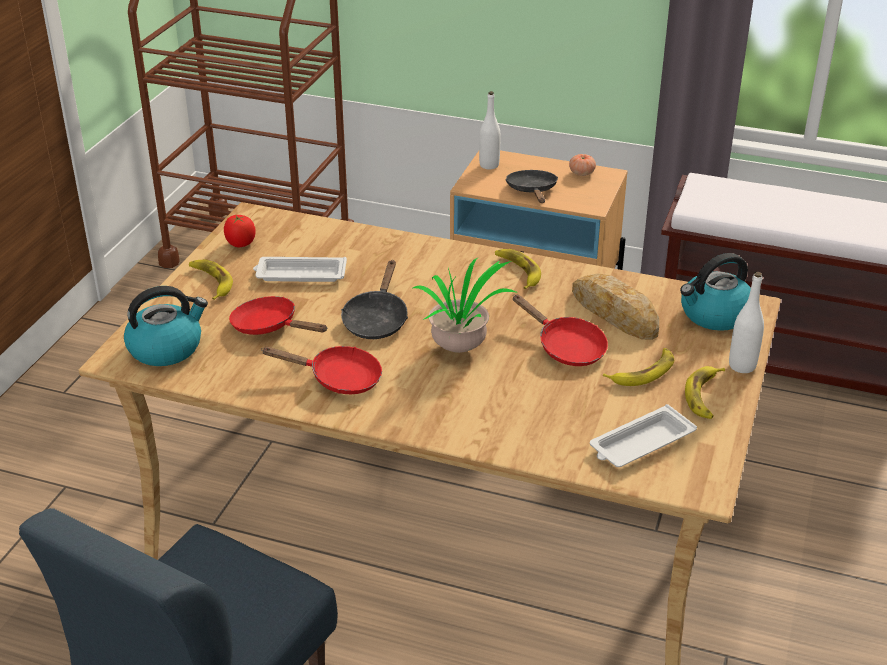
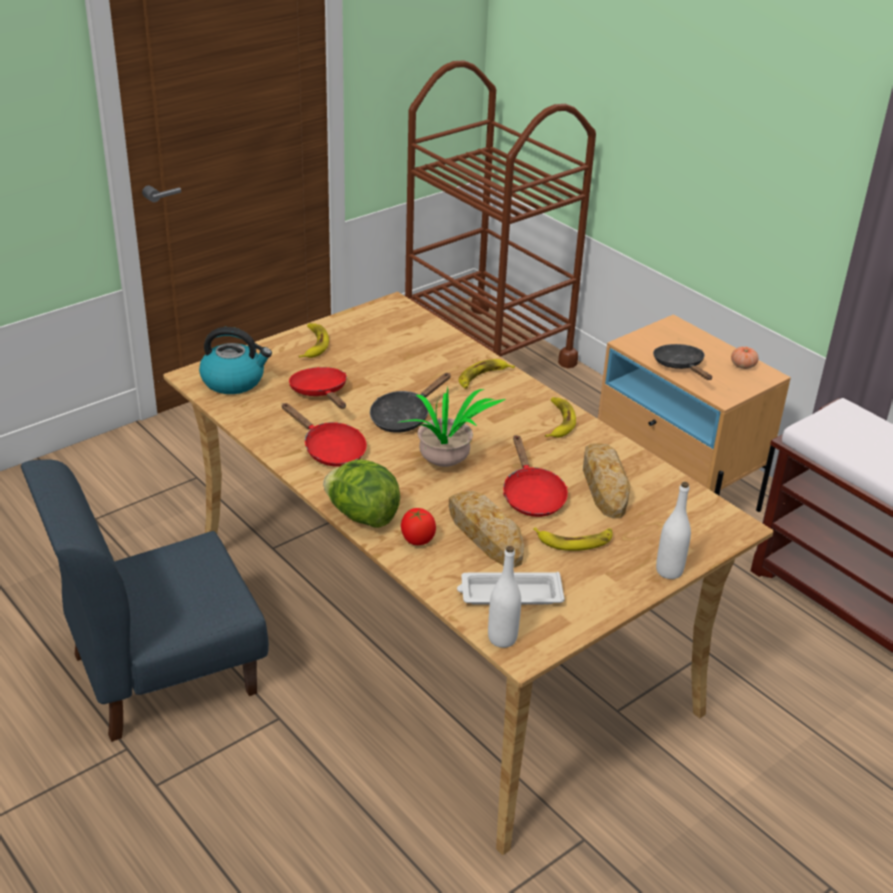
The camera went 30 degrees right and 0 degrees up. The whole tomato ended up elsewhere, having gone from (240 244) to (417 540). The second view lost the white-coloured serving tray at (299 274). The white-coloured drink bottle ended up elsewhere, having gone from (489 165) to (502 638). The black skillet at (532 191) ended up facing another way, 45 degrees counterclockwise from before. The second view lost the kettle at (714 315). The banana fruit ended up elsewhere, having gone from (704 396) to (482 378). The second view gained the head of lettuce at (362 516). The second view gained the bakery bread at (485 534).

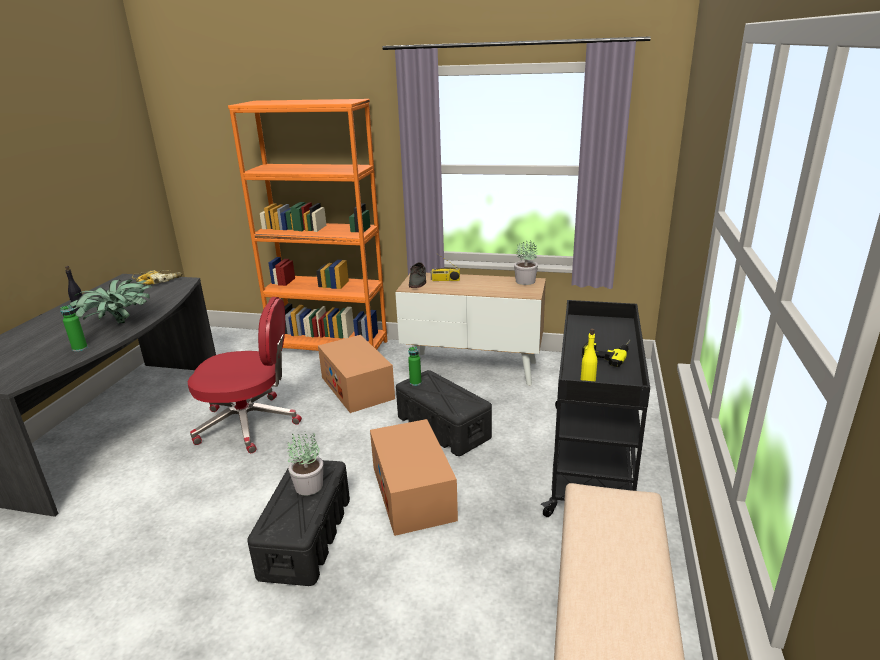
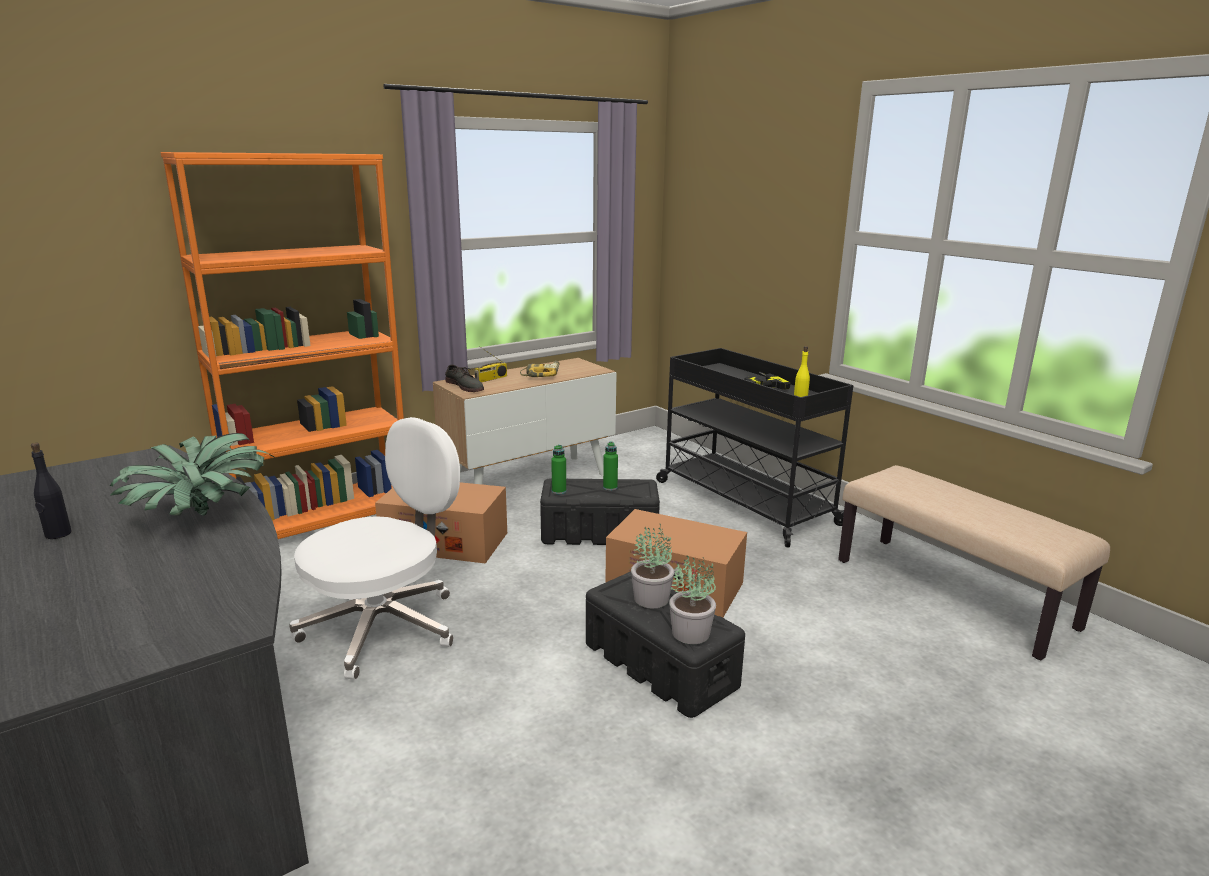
The camera went 50 degrees left and 5 degrees down. The green drink bottle ended up elsewhere, having gone from (80 348) to (610 487). The electric drill ended up elsewhere, having gone from (158 280) to (541 374). What was the red desk chair at (250 424) turned into the white-coloured desk chair at (384 627). The plant in a pot ended up elsewhere, having gone from (526 281) to (691 632).

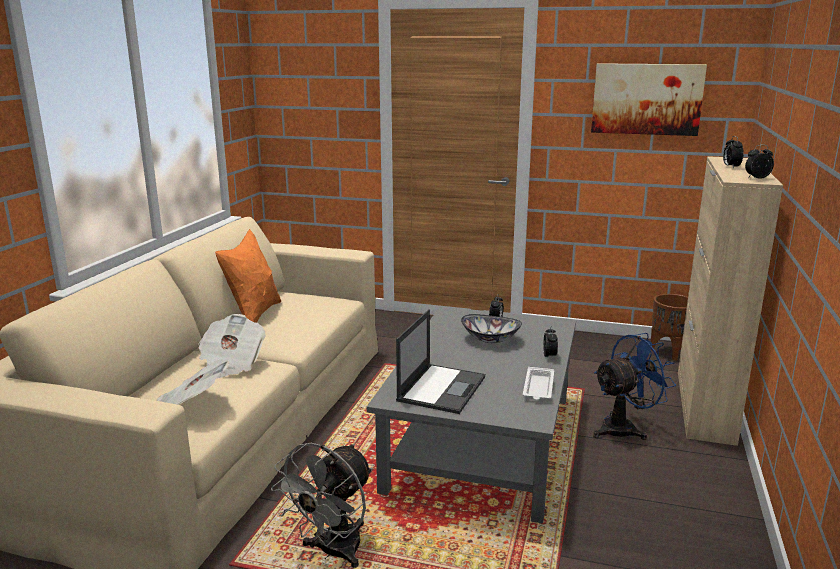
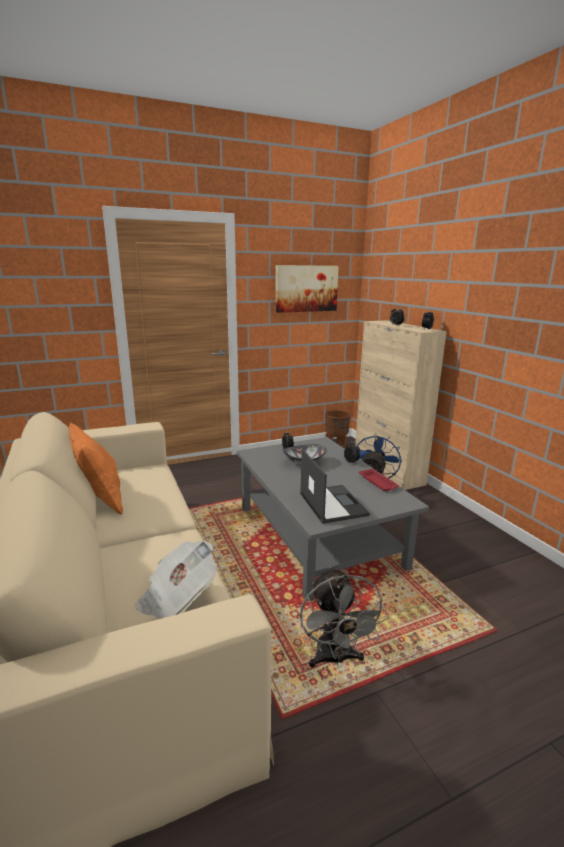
The camera went 40 degrees left and 0 degrees up. The second view lost the newspaper at (231 363). What was the white-coloured serving tray at (538 388) turned into the red serving tray at (378 483).

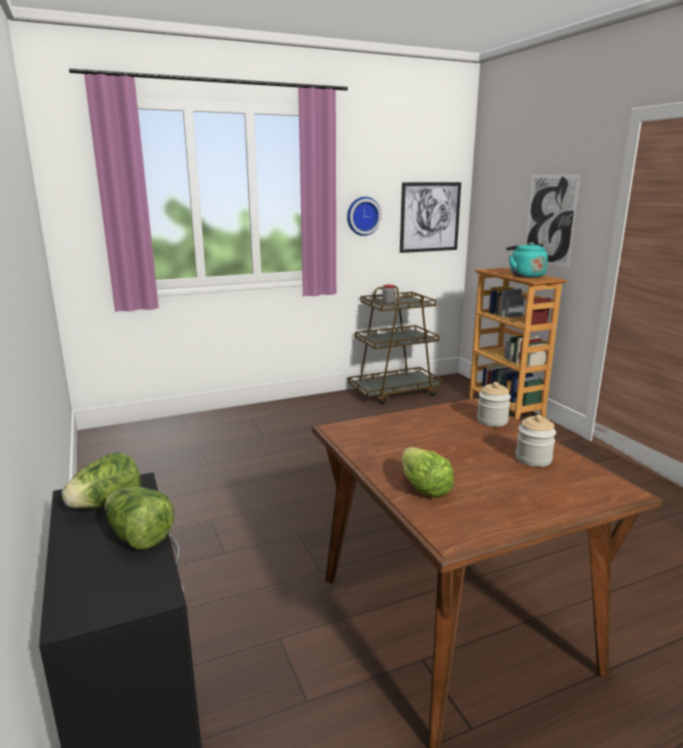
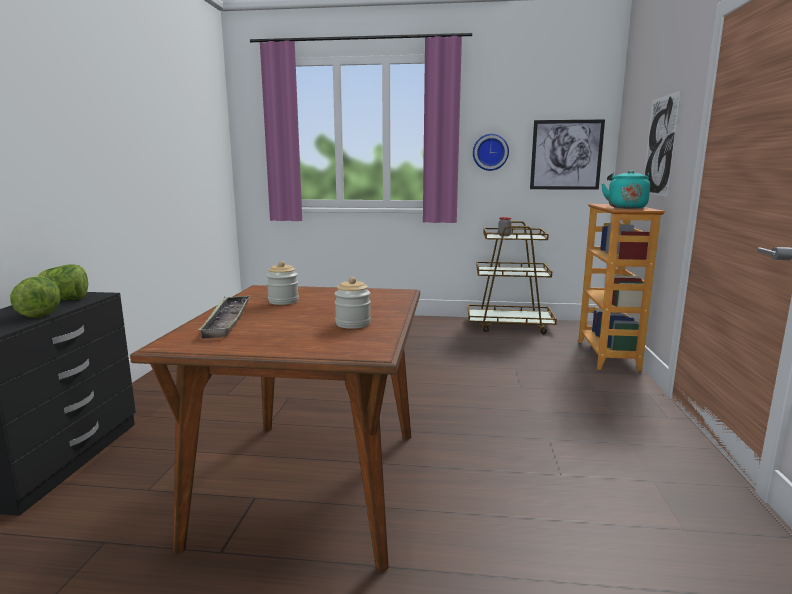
The camera went 30 degrees right and 5 degrees down. Where the head of lettuce stood at (423 487), the serving tray came to stand at (227 320). The jar ended up elsewhere, having gone from (492 421) to (283 301).

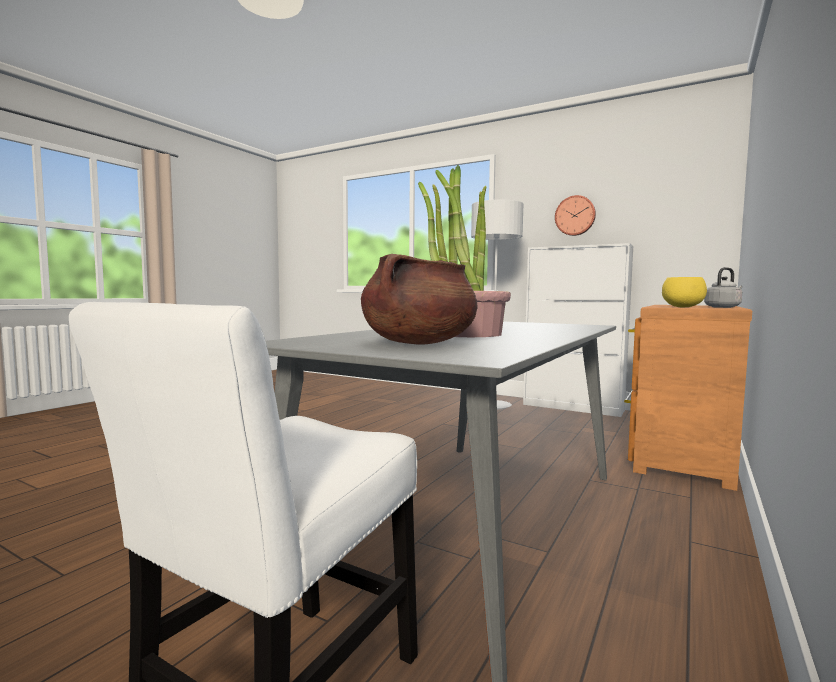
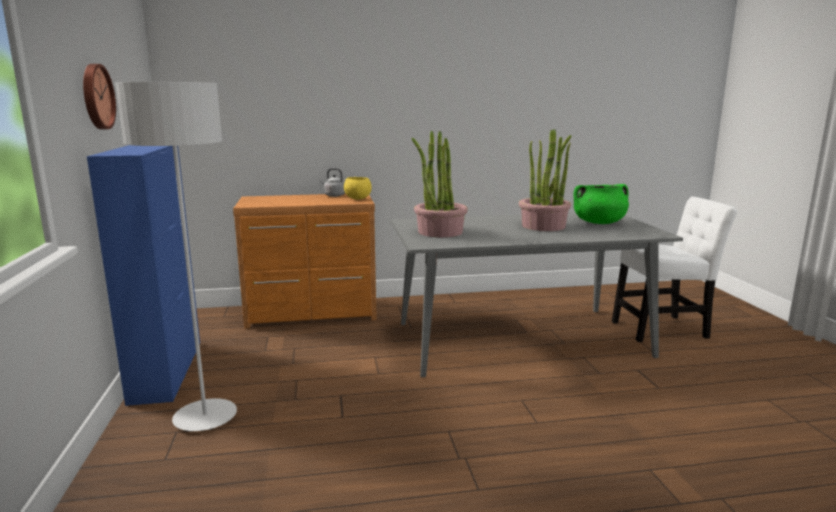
The camera went 130 degrees left and 10 degrees up. What was the brown-coloured saucepot at (419 343) turned into the green saucepot at (599 223). What was the white-coloured cupboard at (573 407) turned into the blue cupboard at (167 370). The second view gained the plant in a pot at (440 232).

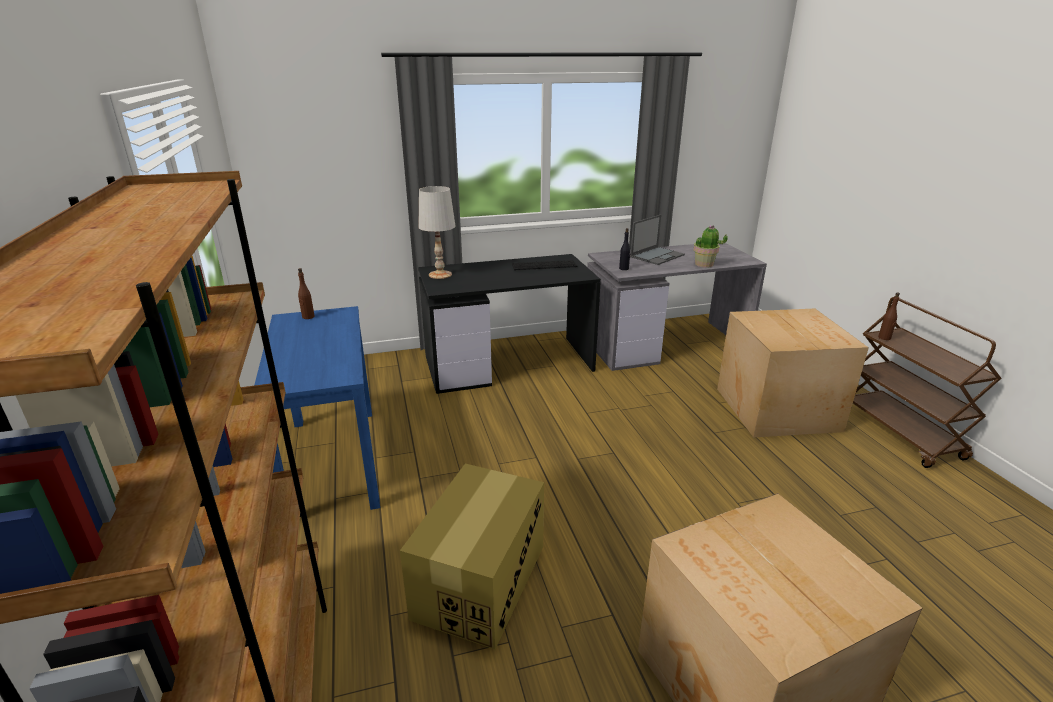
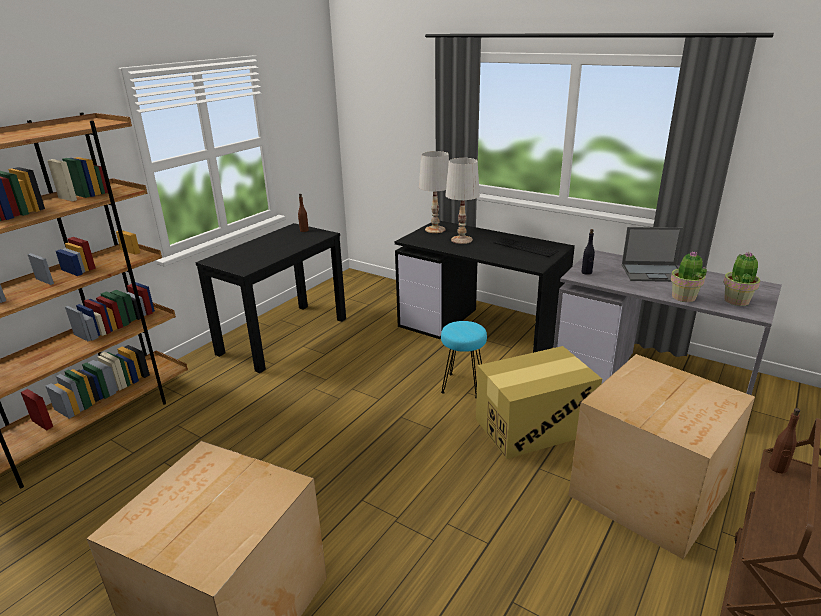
The camera went 50 degrees right and 0 degrees up. What was the blue narrow table at (332 460) turned into the black narrow table at (284 335). The carton ended up elsewhere, having gone from (480 581) to (534 426). The second view gained the turquoise-coloured stool at (462 385). The second view gained the white-coloured table lamp at (461 240). The second view gained the plant in a pot at (736 300).

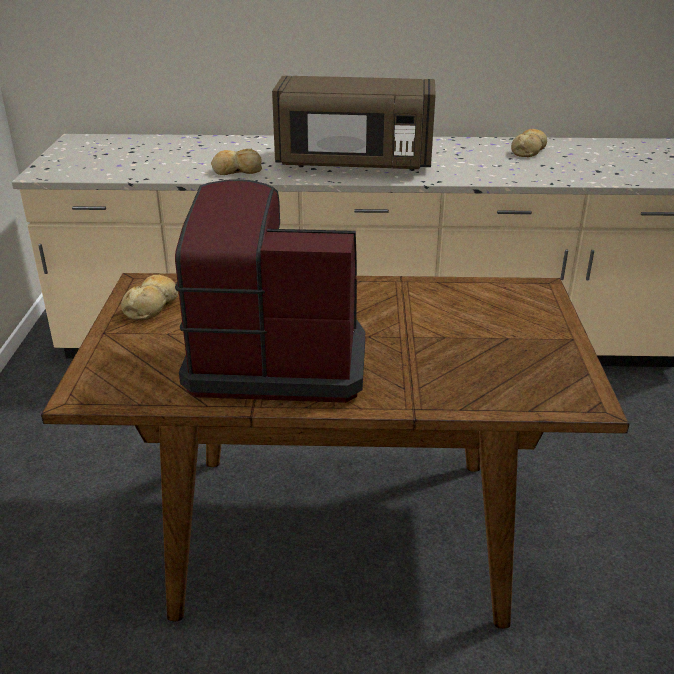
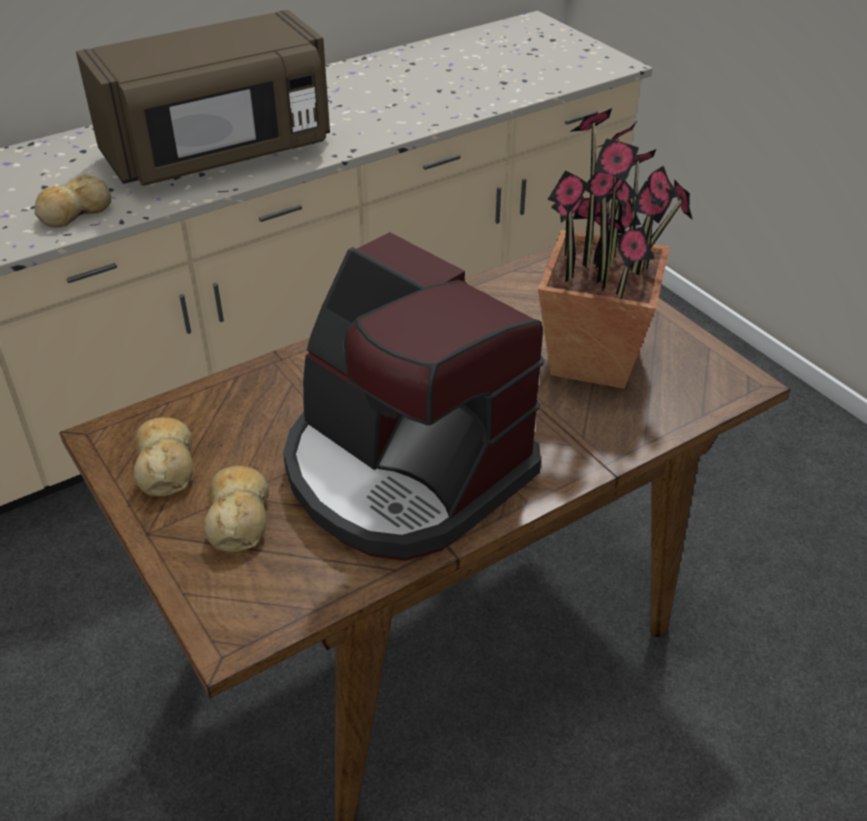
The camera went 35 degrees left and 10 degrees up. The coffee machine at (276 359) ended up facing another way, 105 degrees counterclockwise from before. The bakery bread ended up elsewhere, having gone from (528 150) to (239 517). The second view gained the plant in a pot at (595 359).

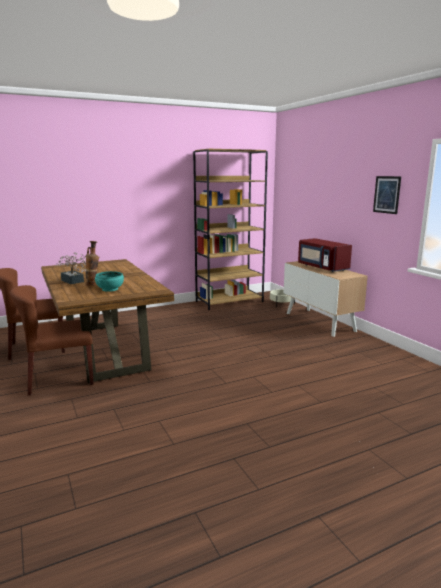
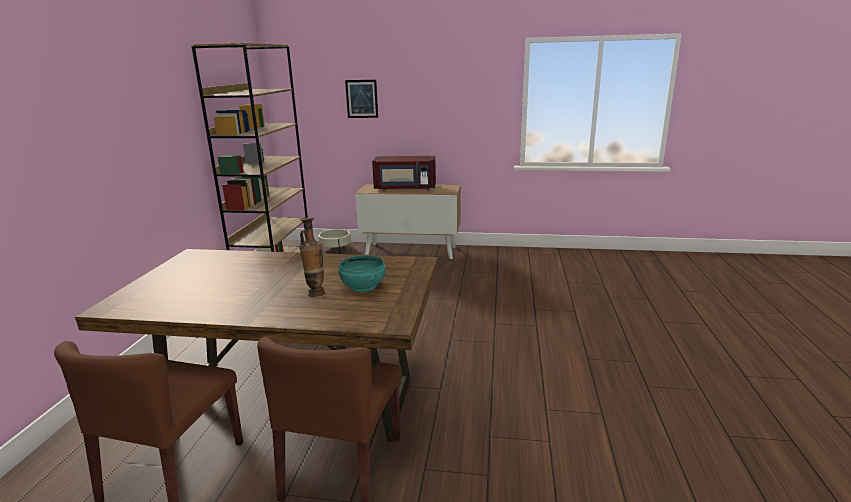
The camera went 55 degrees left and 5 degrees up. The second view lost the plant in a pot at (73 281). The wall picture ended up elsewhere, having gone from (386 194) to (361 99).

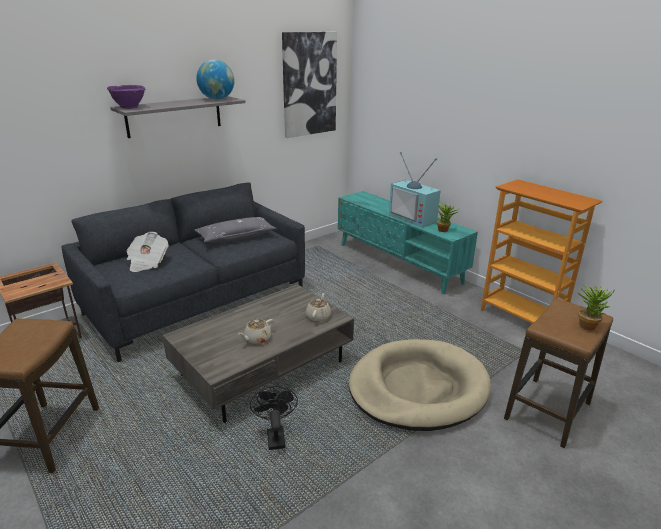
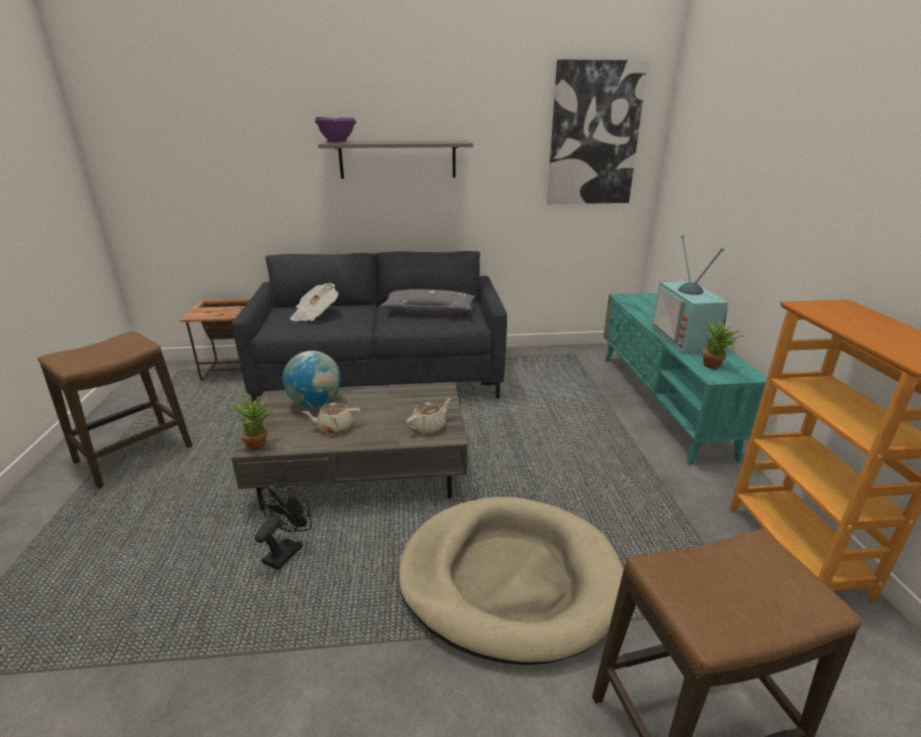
The camera went 35 degrees right and 0 degrees up. The globe ended up elsewhere, having gone from (217 99) to (315 403). The plant in a pot ended up elsewhere, having gone from (588 325) to (260 444).

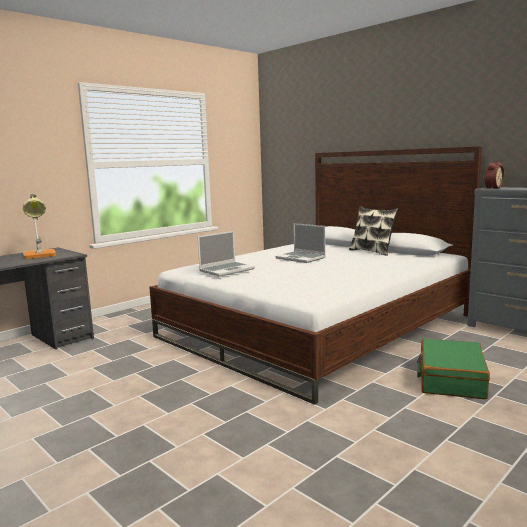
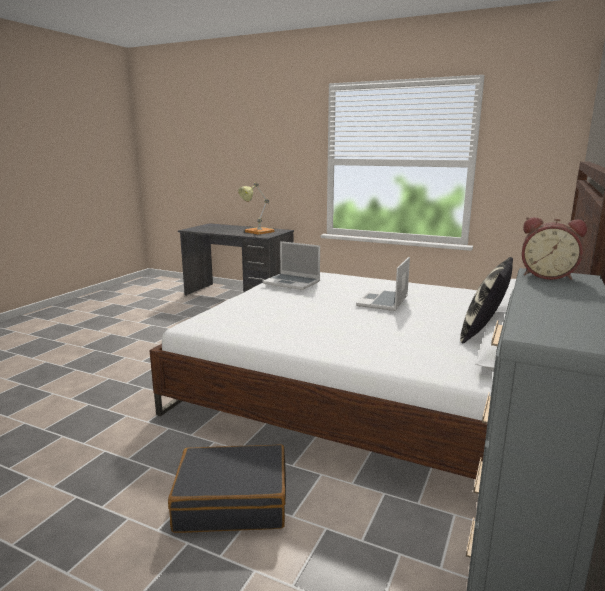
The camera went 70 degrees right and 5 degrees up. What was the green piece of luggage at (450 379) turned into the black piece of luggage at (232 501).

